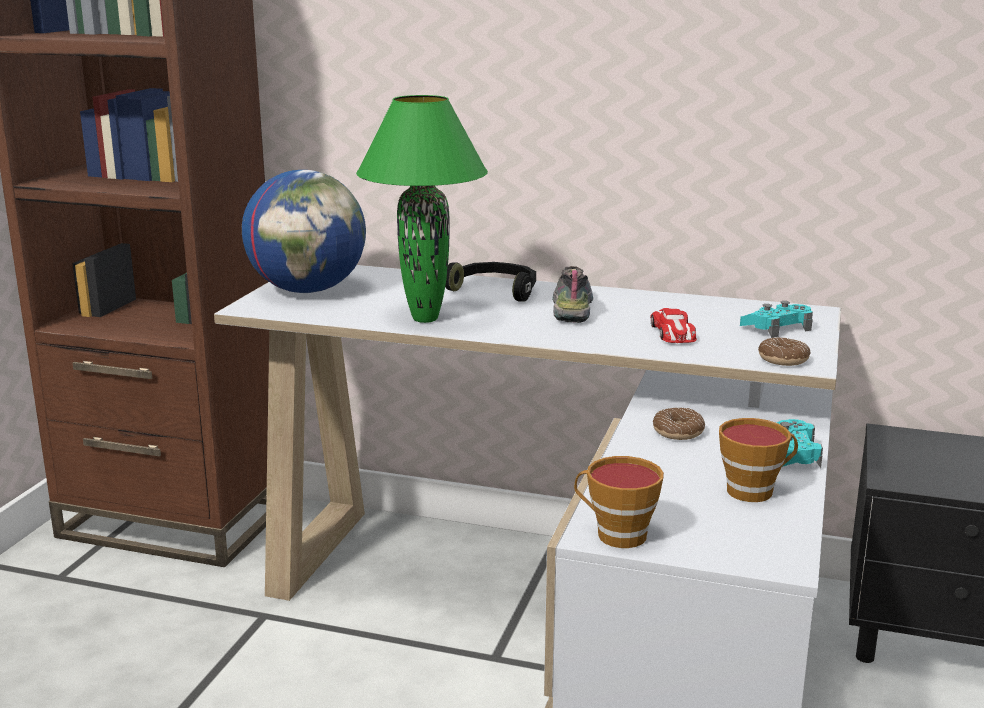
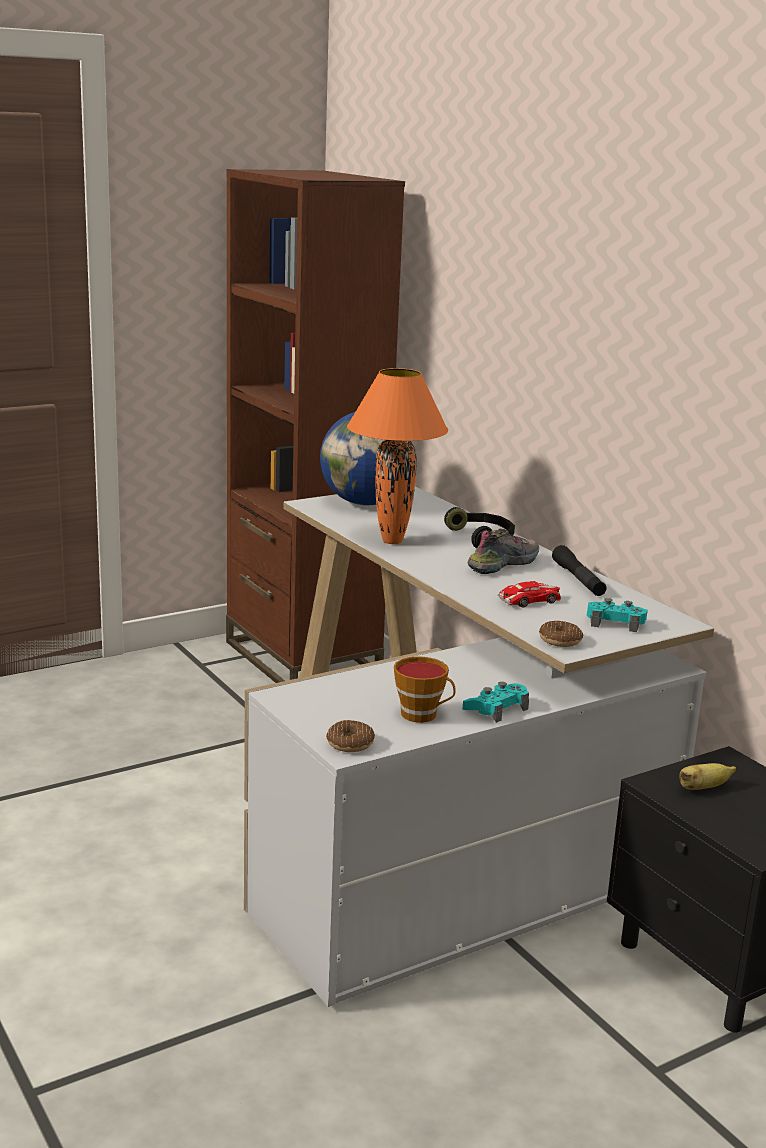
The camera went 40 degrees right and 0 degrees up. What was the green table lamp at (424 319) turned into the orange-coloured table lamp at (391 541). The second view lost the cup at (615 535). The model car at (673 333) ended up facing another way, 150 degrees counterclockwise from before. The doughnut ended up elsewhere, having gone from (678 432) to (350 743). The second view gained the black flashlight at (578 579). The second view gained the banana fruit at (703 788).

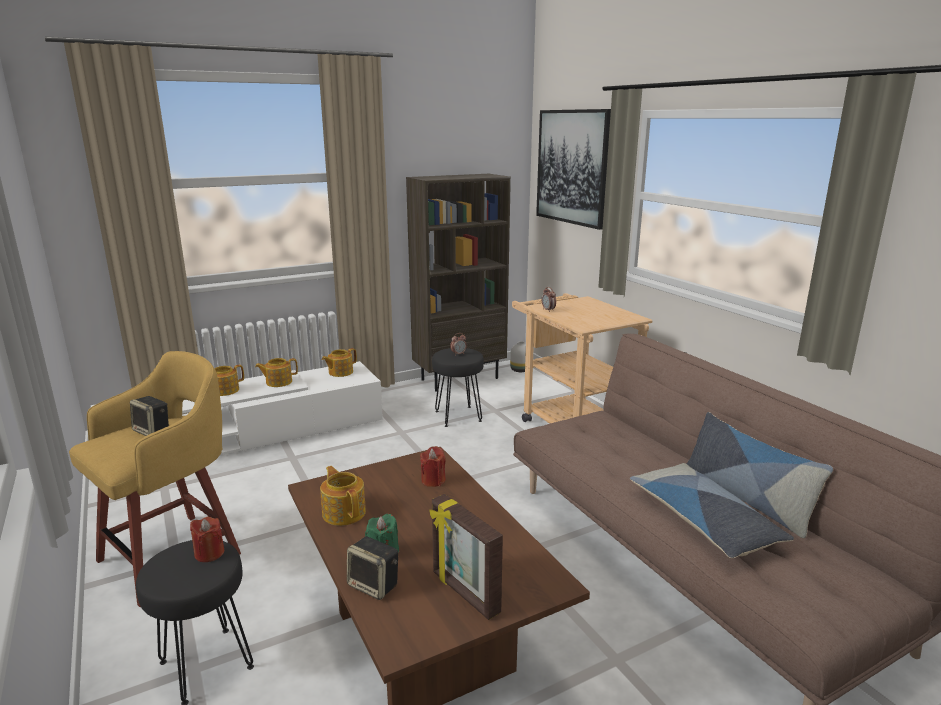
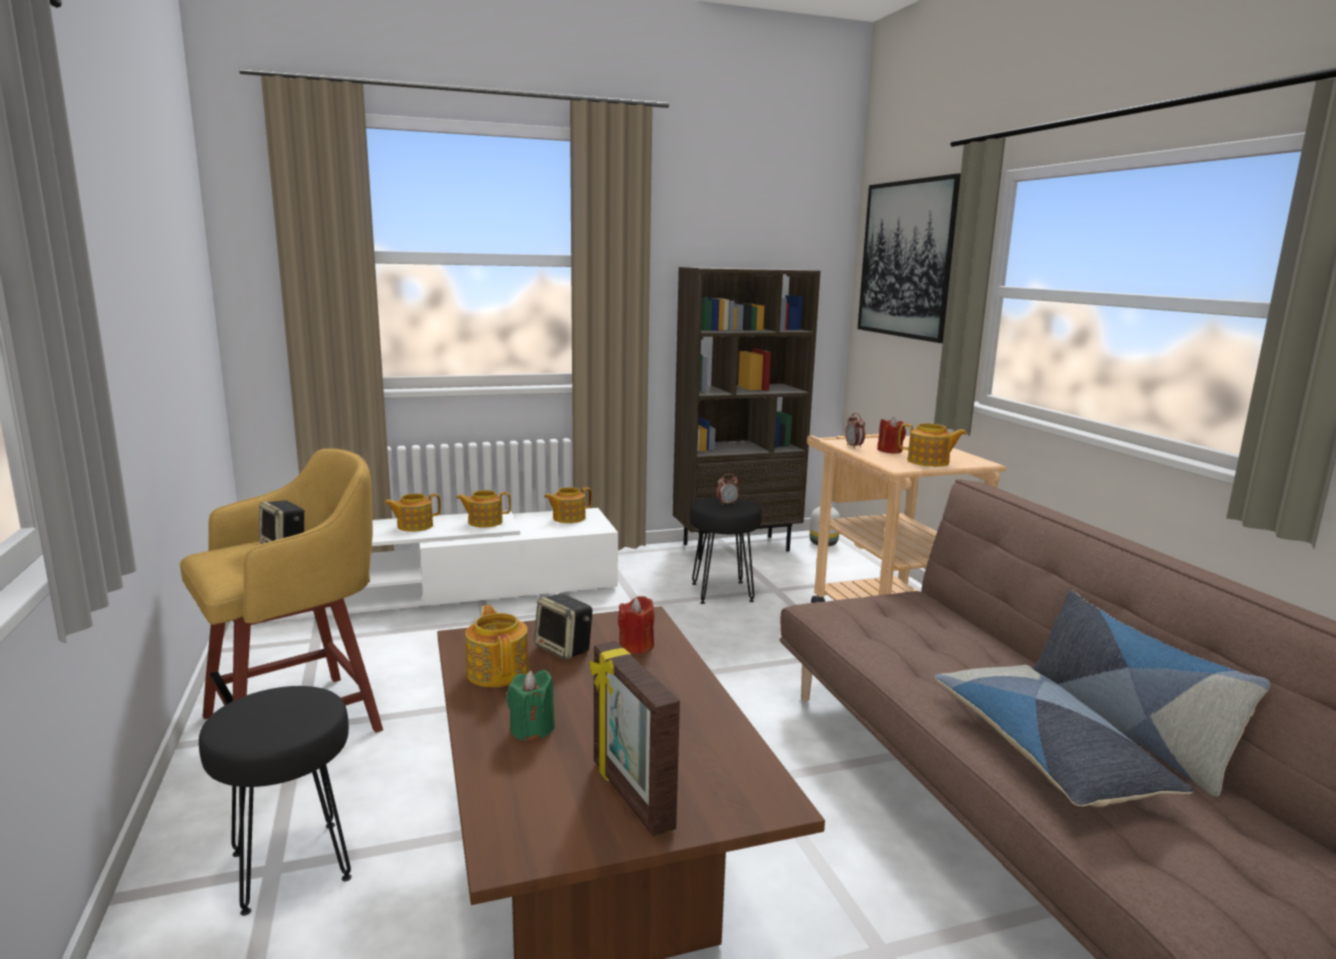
The camera went 10 degrees right and 5 degrees down. The red wax candle ended up elsewhere, having gone from (209 553) to (890 450). The audio speaker ended up elsewhere, having gone from (374 585) to (564 649). The second view gained the tea pot at (929 462).

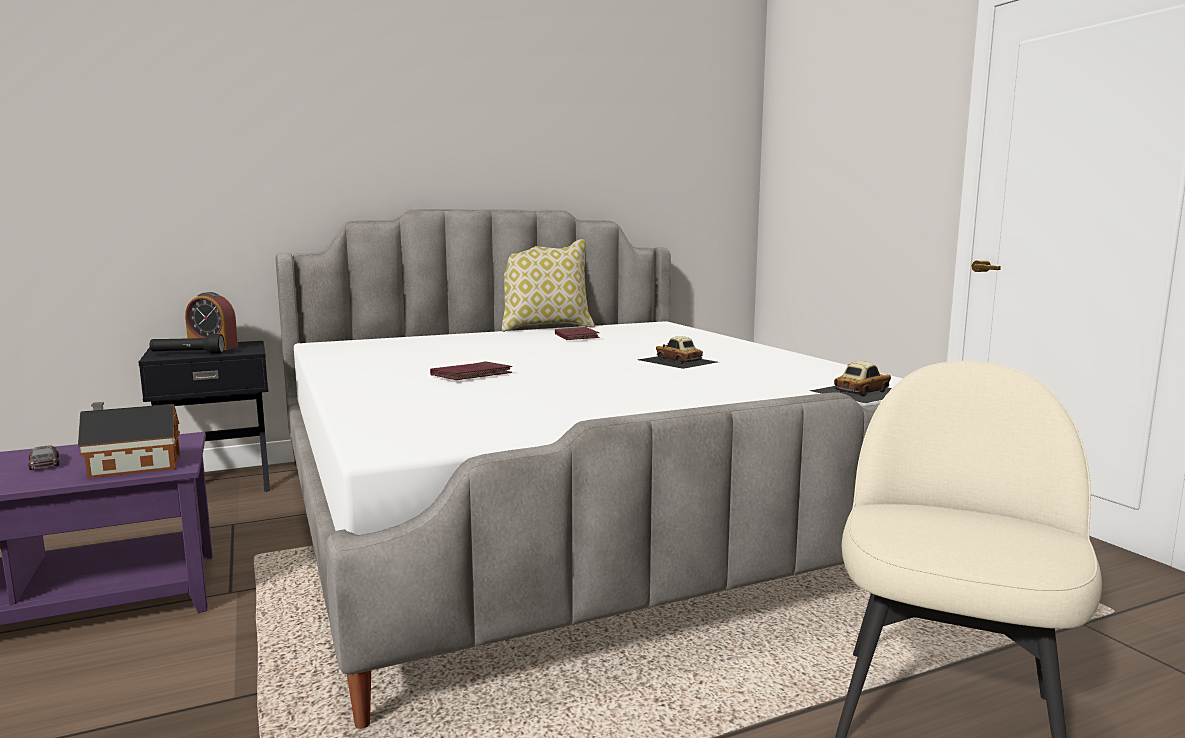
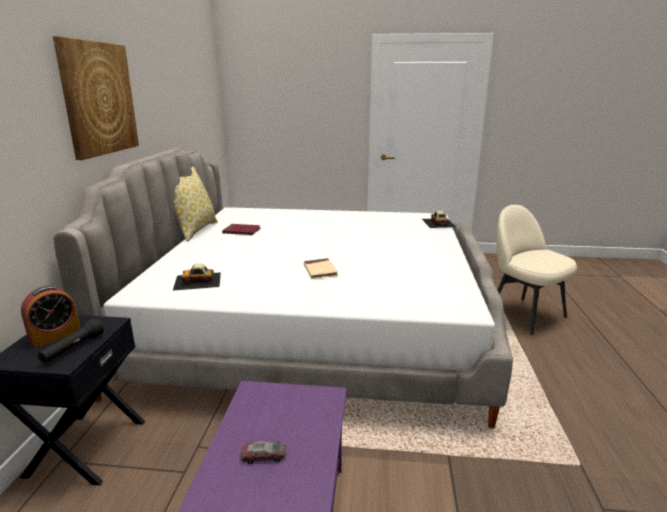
The camera went 60 degrees left and 10 degrees up. The second view lost the miniature house at (131 466). What was the red book at (471 375) turned into the beige book at (320 271). The model car ended up elsewhere, having gone from (677 361) to (198 281). The second view gained the wall picture at (98 98).

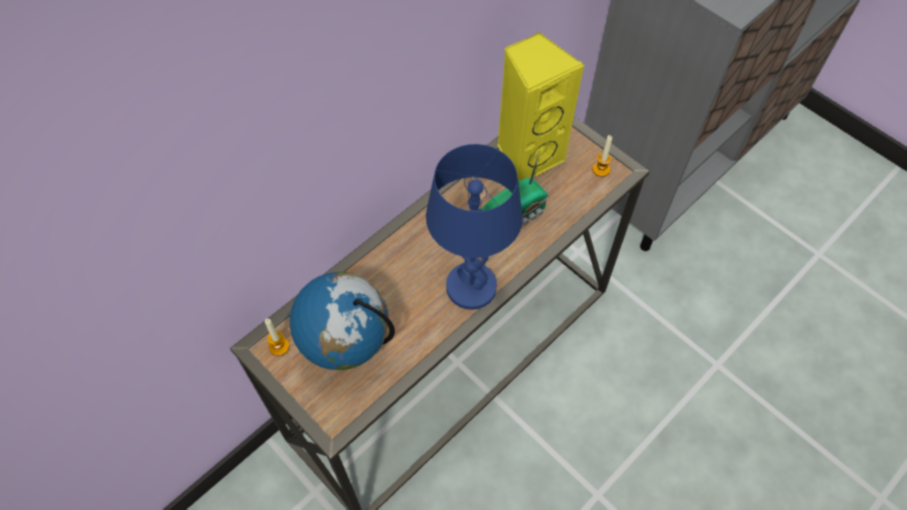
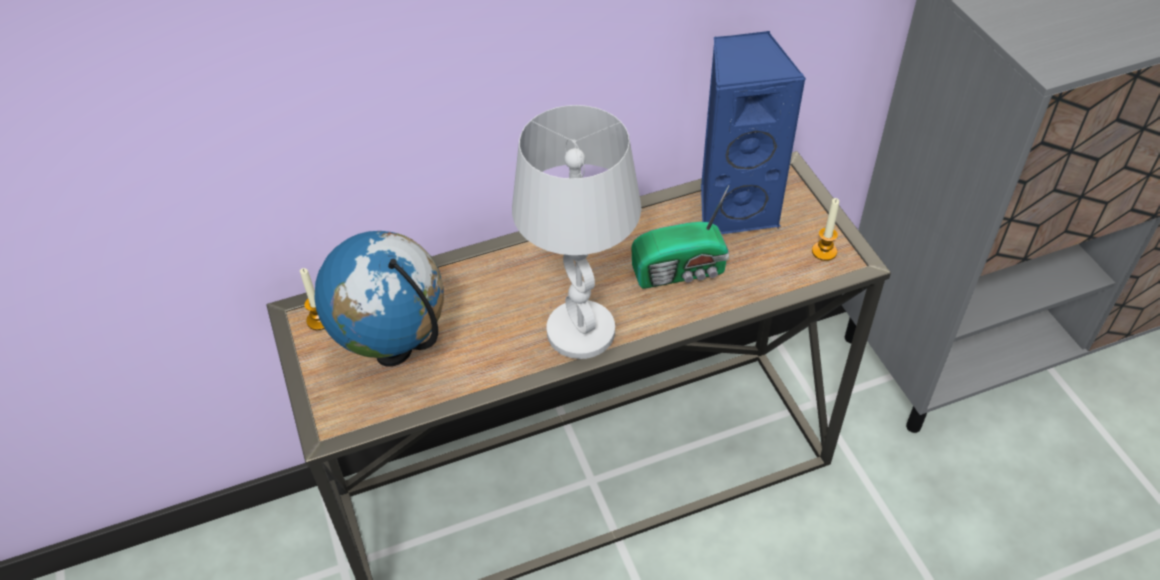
The camera went 25 degrees right and 10 degrees down. What was the blue table lamp at (472 287) turned into the white-coloured table lamp at (581 331). What was the yellow audio speaker at (528 156) turned into the blue audio speaker at (734 208).

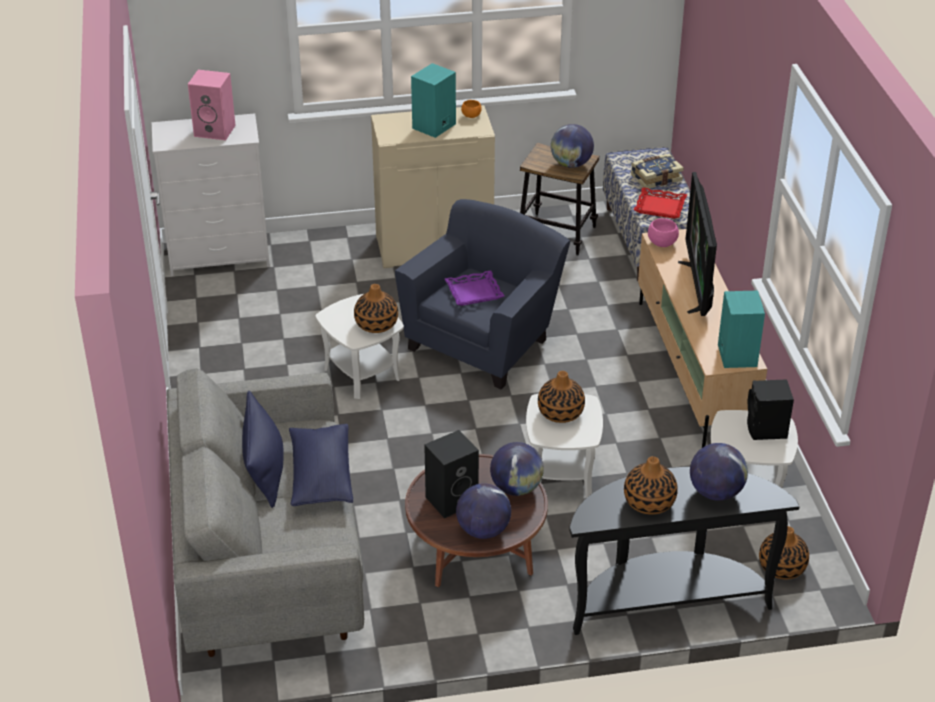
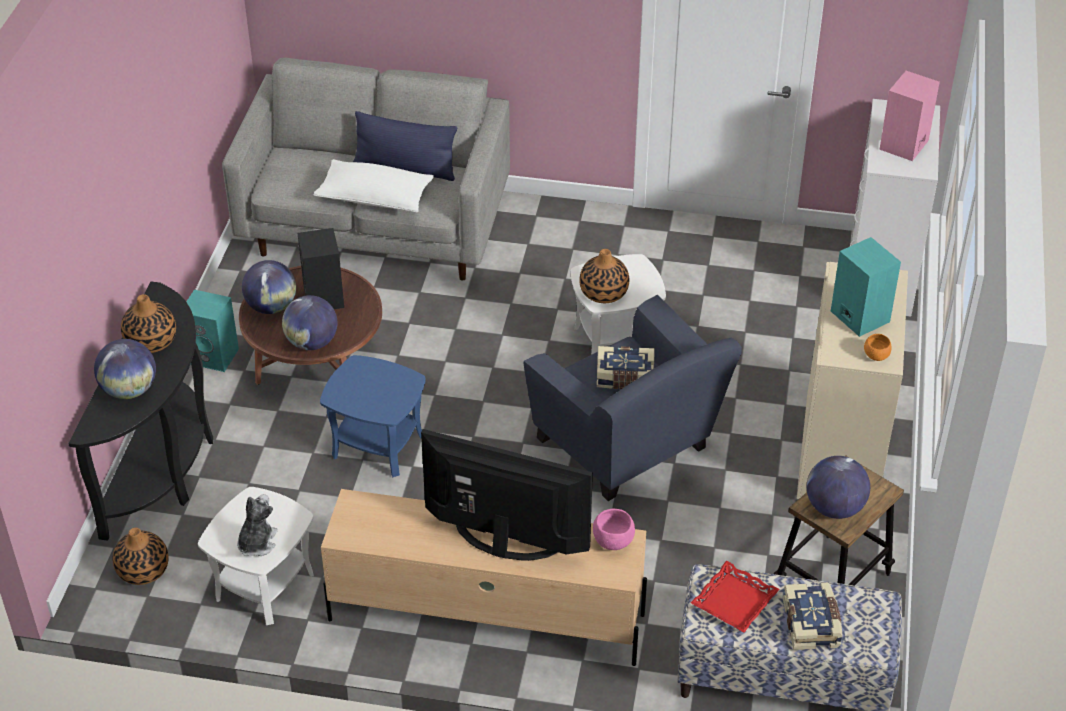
The camera went 110 degrees right and 5 degrees up. What was the blue cushion at (321 476) turned into the white-coloured cushion at (375 198). Where the purplish serving tray stood at (474 292), the book came to stand at (625 377). What was the white-coloured accent table at (562 474) turned into the blue accent table at (377 446). The second view lost the decorative vase at (560 413). The turquoise-coloured audio speaker ended up elsewhere, having gone from (736 355) to (215 356). Where the black audio speaker stood at (766 430), the soft toy came to stand at (257 542).

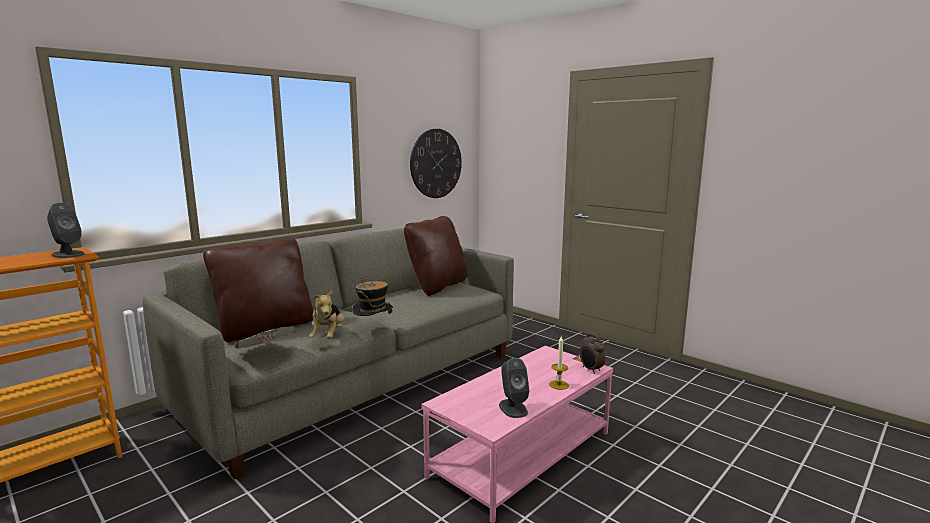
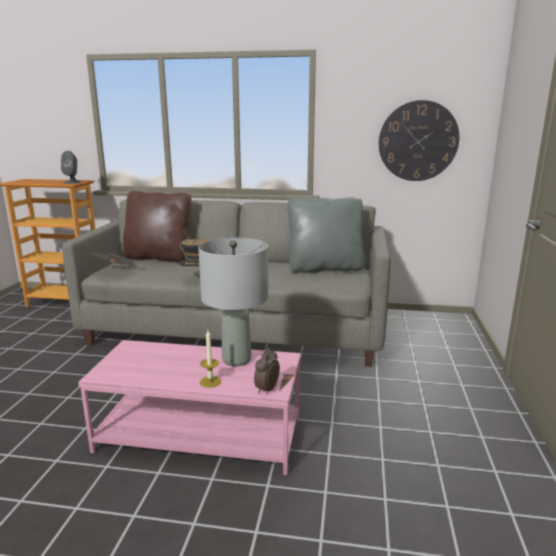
The camera went 55 degrees right and 5 degrees up. The second view lost the soft toy at (328 336). What was the brown-coloured cushion at (437 286) turned into the grey cushion at (325 269). The second view lost the grey audio speaker at (513 408). The second view gained the grey table lamp at (236 359).

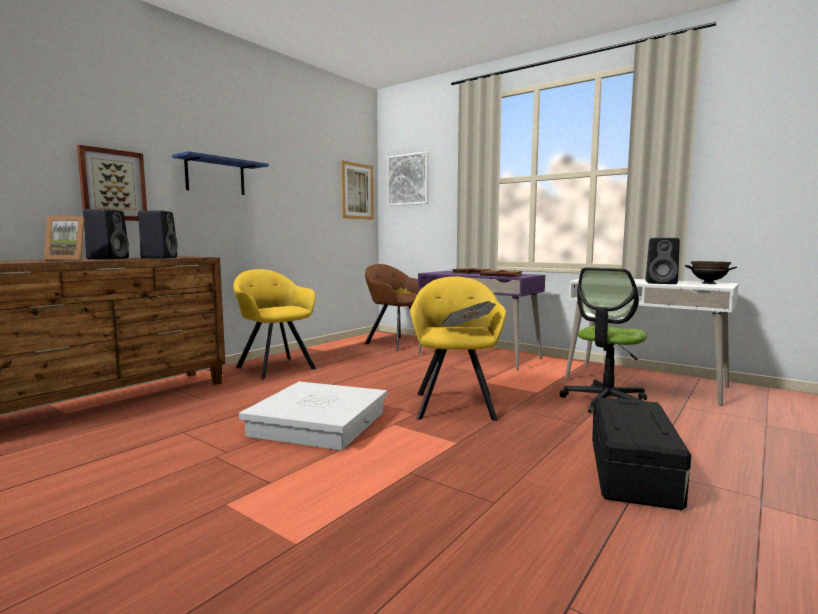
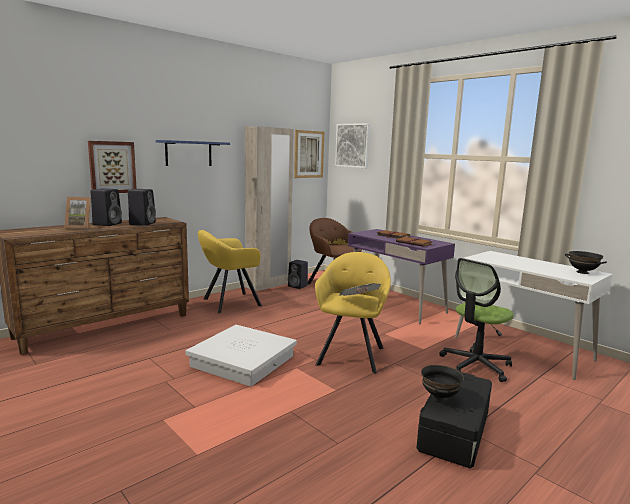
The camera went 10 degrees right and 5 degrees up. The yellow lounge chair at (275 367) ended up facing another way, 90 degrees counterclockwise from before. The black audio speaker ended up elsewhere, having gone from (662 283) to (298 286). The second view gained the beige armoire at (268 285). The second view gained the black deep dish at (440 397).

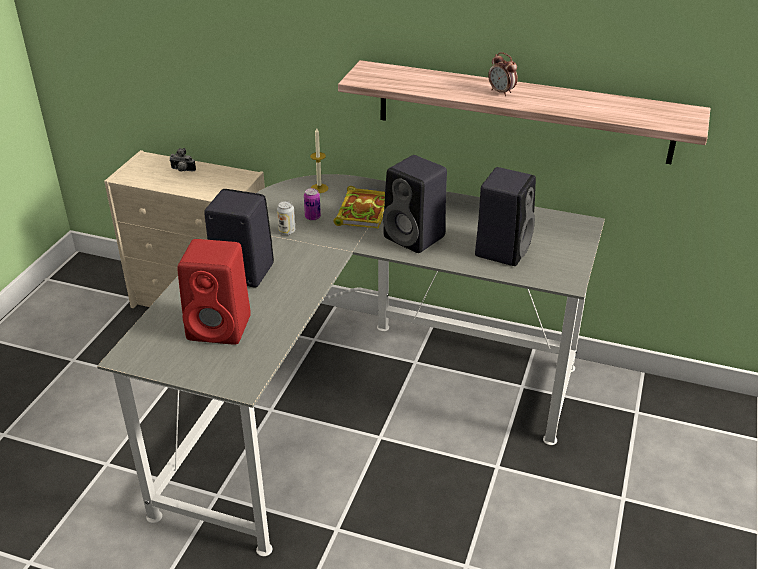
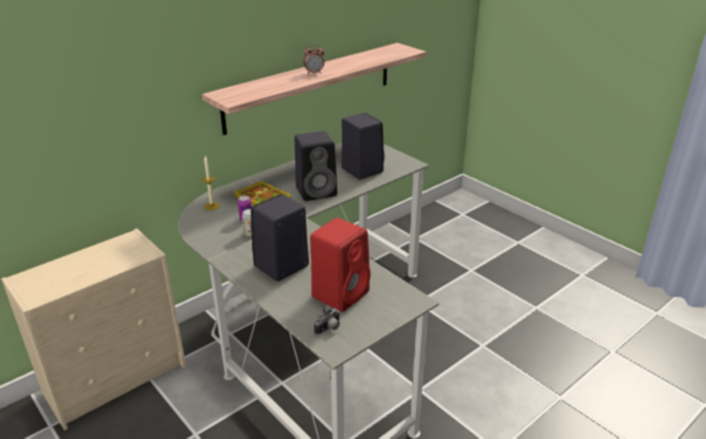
The camera went 60 degrees left and 5 degrees down. The photo camera ended up elsewhere, having gone from (182 170) to (329 329).

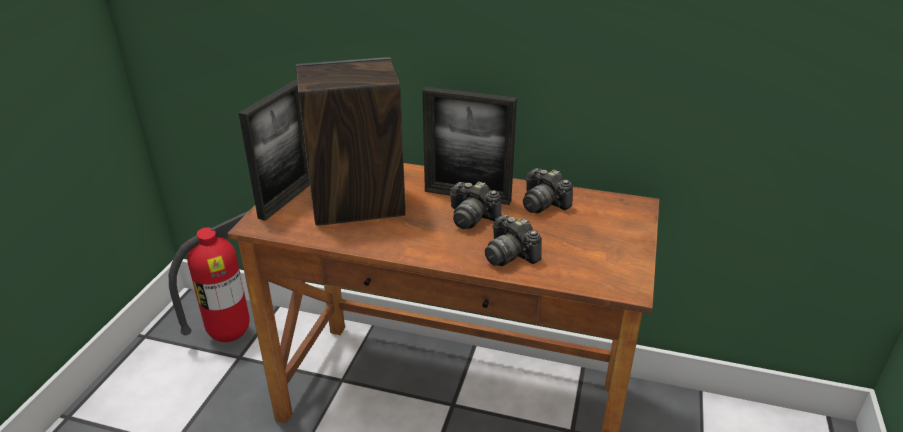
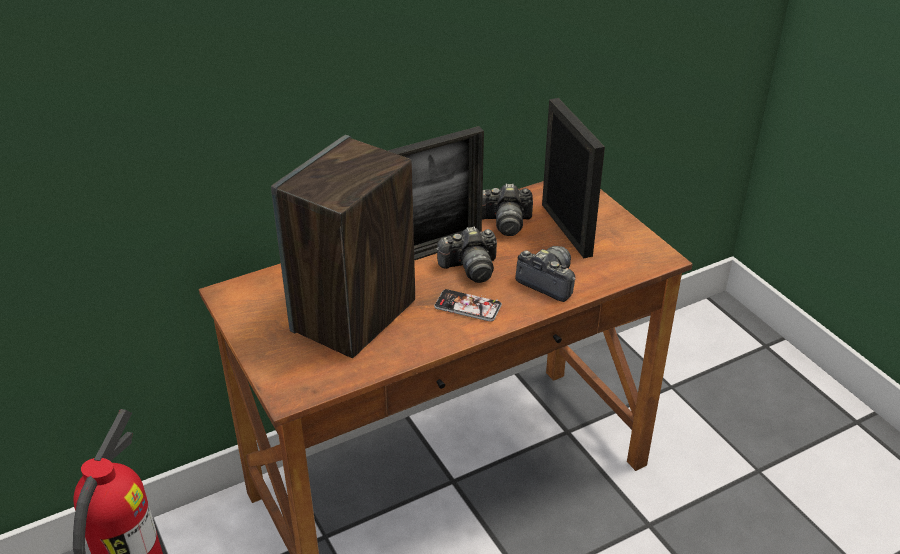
The camera went 45 degrees left and 5 degrees up. The picture frame ended up elsewhere, having gone from (289 197) to (566 229). The photo camera at (510 254) ended up facing another way, 150 degrees counterclockwise from before. The second view gained the telephone at (468 306).

